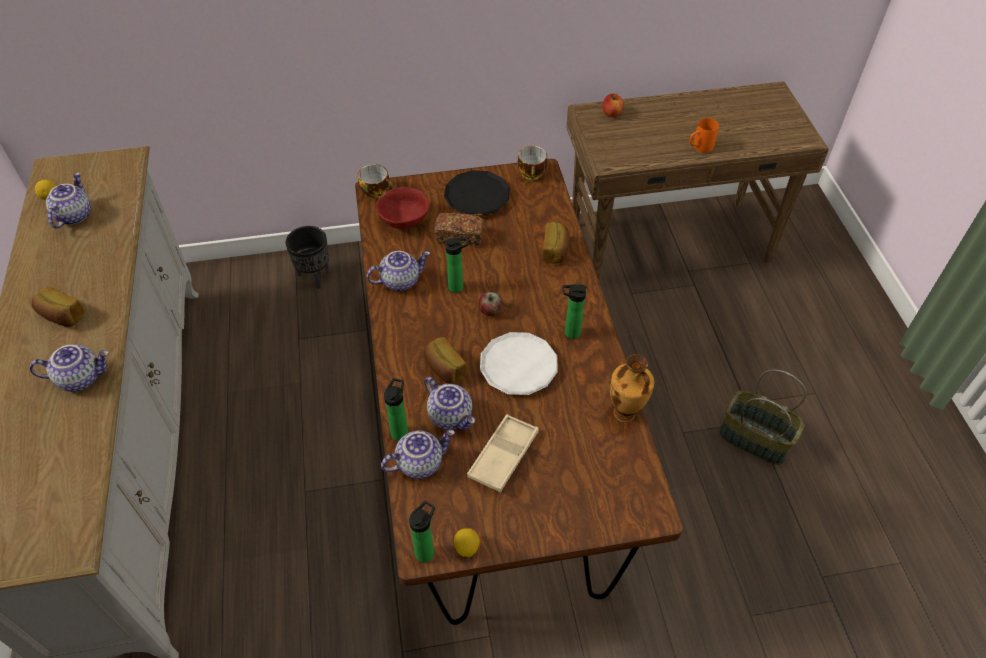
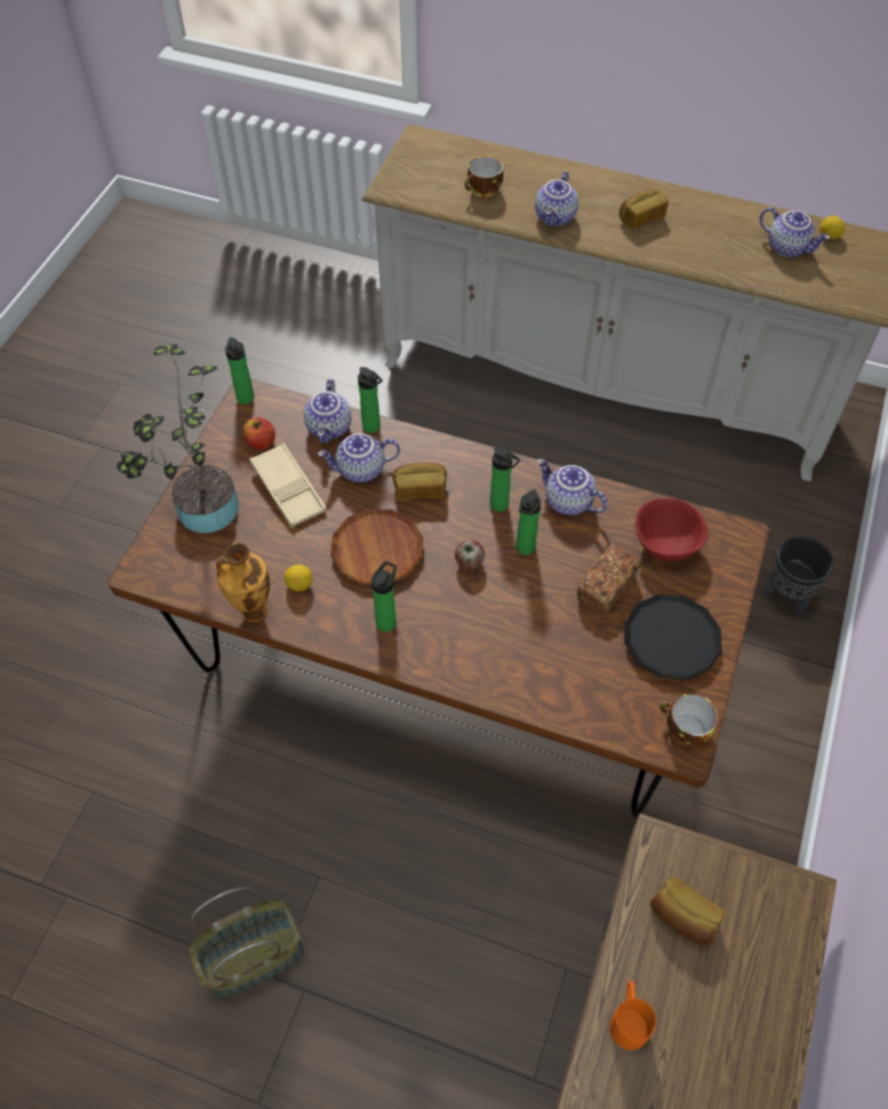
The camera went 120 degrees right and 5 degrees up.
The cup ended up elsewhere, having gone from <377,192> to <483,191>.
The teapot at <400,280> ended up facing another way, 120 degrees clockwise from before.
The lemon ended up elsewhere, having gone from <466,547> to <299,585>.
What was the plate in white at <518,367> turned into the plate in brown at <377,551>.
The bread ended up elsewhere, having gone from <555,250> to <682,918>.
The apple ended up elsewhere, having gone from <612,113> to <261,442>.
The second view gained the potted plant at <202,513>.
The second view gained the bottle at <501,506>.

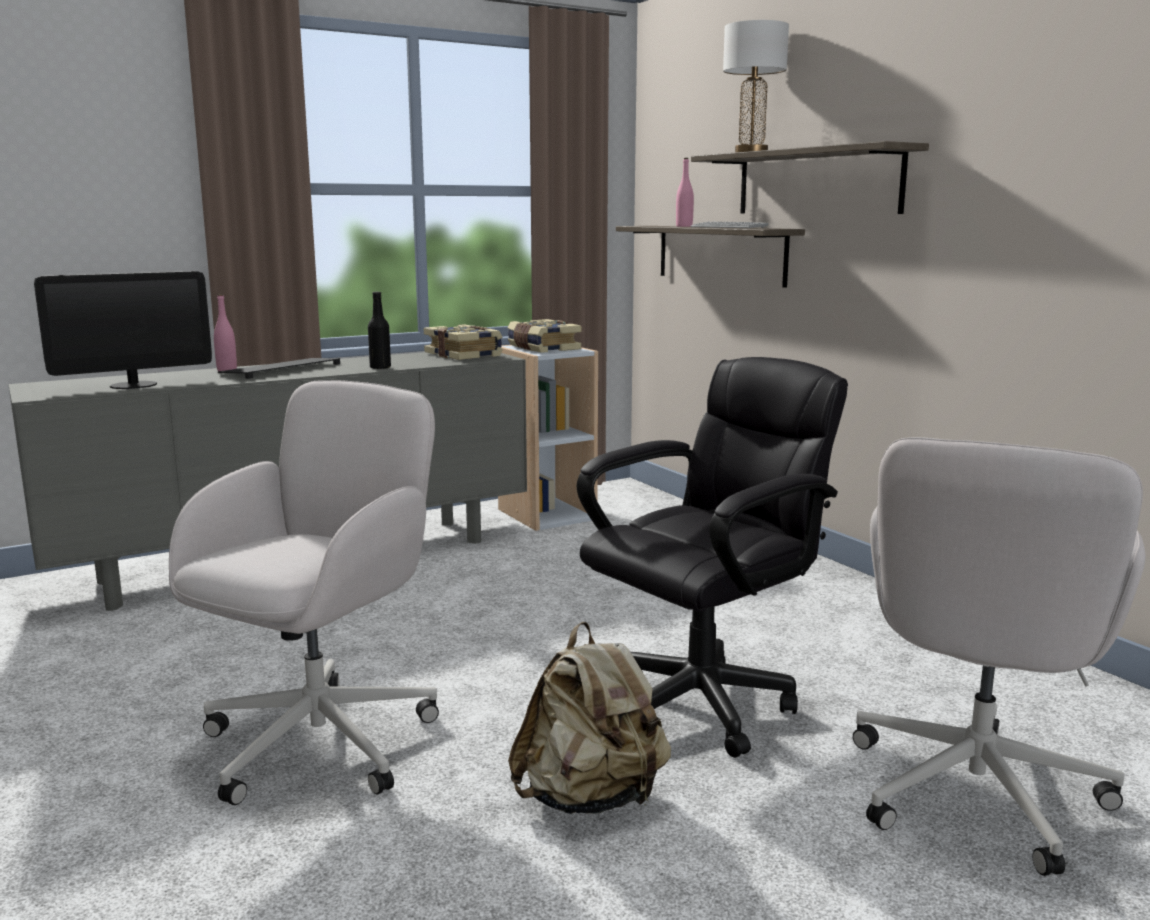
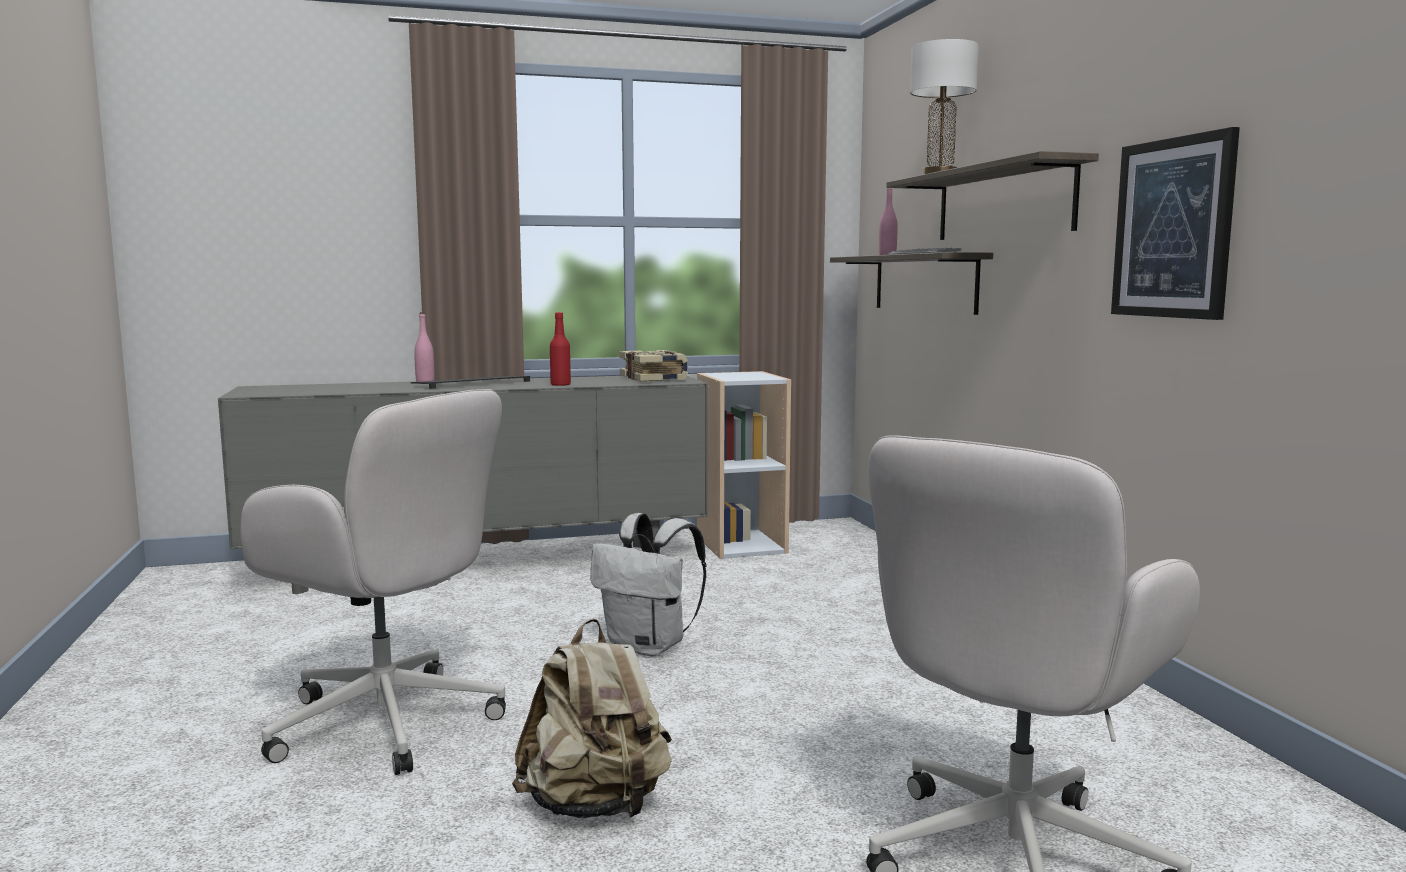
The camera went 15 degrees right and 5 degrees down.
The second view lost the monitor at <133,385>.
The office chair in white at <320,744> ended up facing another way, 75 degrees clockwise from before.
What was the bottle in black at <380,368> turned into the bottle in red at <560,385>.
The second view lost the book at <542,349>.
The second view lost the office chair in black at <707,703>.
The second view gained the backpack in white at <649,647>.
The second view gained the picture at <1173,228>.

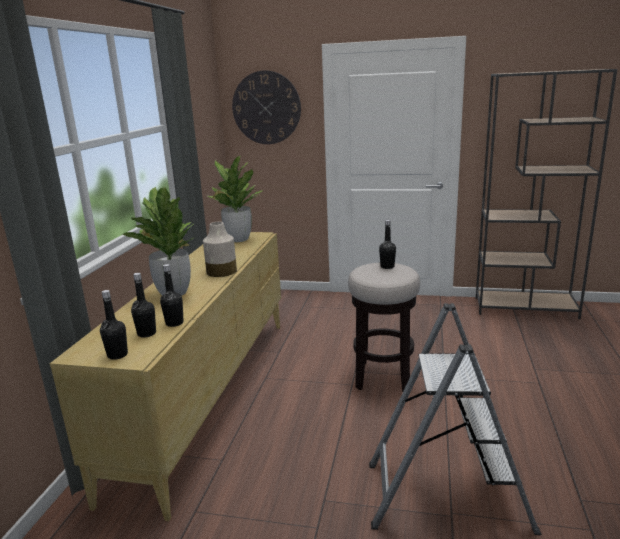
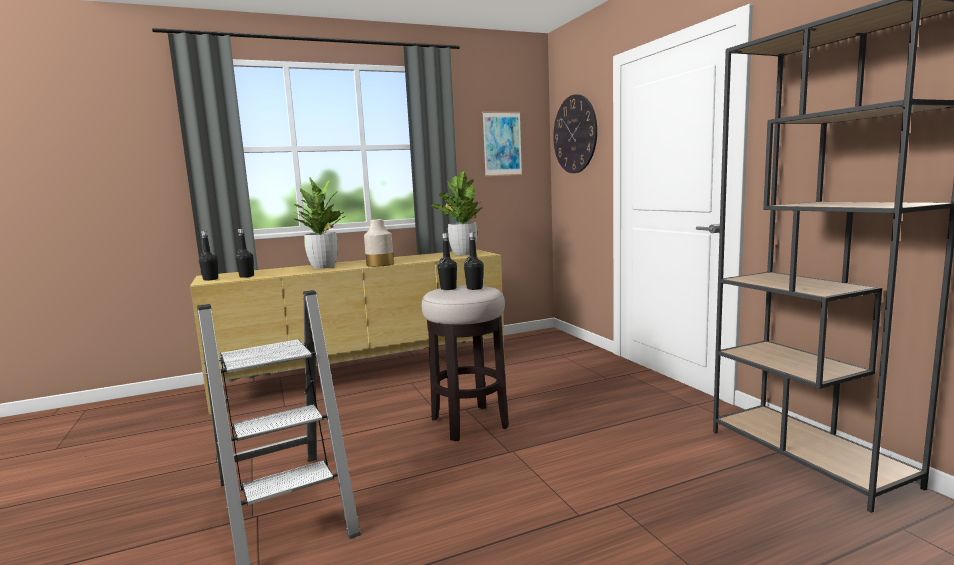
The camera went 55 degrees right and 10 degrees down.
The bottle in black ended up elsewhere, having gone from <174,323> to <448,288>.
The second view gained the picture at <502,144>.

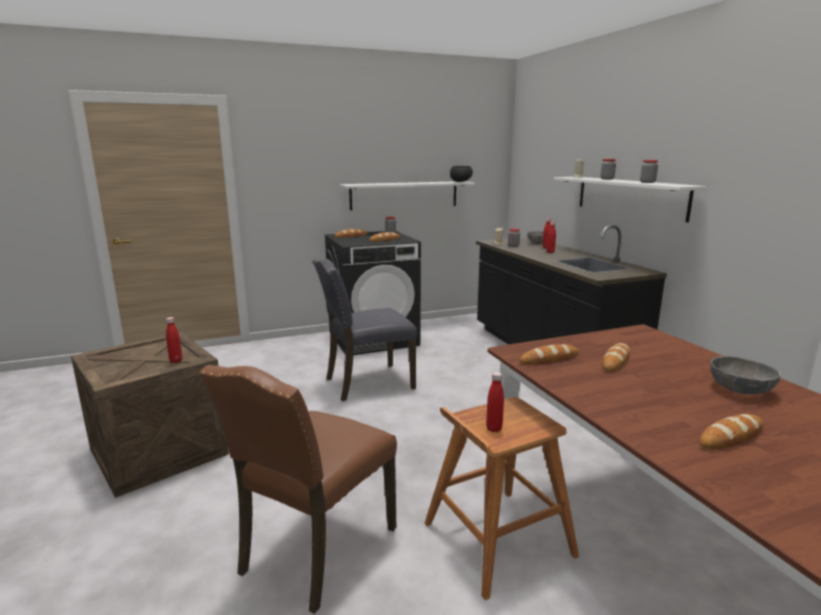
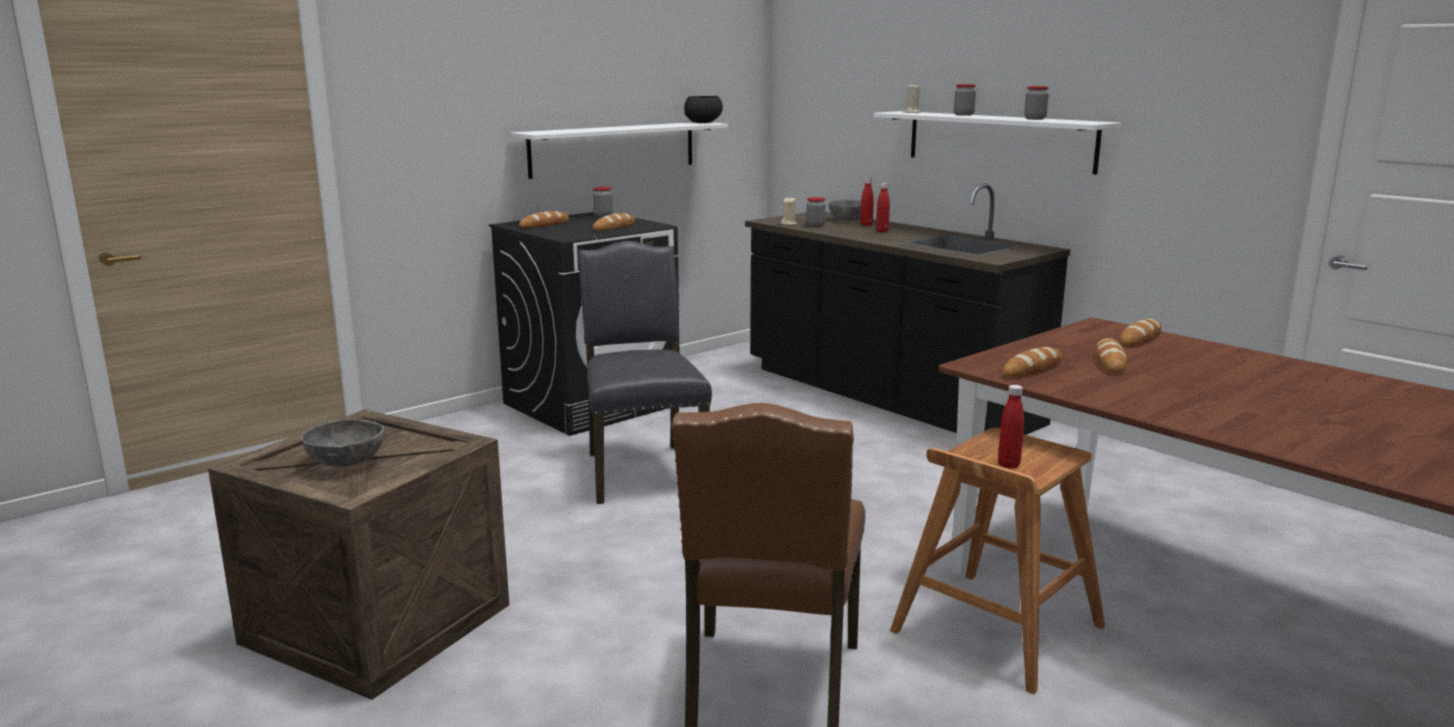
The camera went 20 degrees left and 0 degrees up.
The second view lost the bottle in red at <176,361>.
The chair in grey at <366,383> ended up facing another way, 120 degrees clockwise from before.
The bread ended up elsewhere, having gone from <731,436> to <1140,338>.
The bowl in grey ended up elsewhere, having gone from <740,389> to <346,462>.

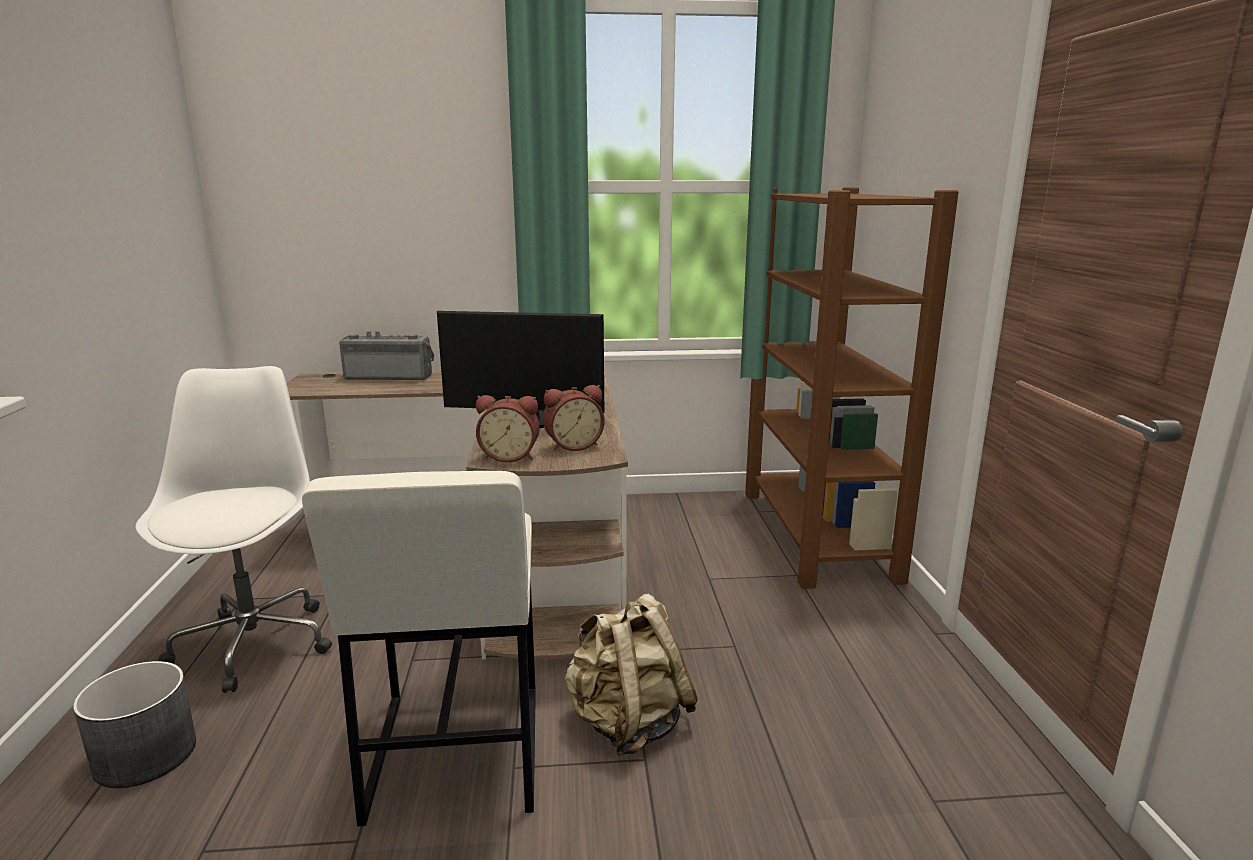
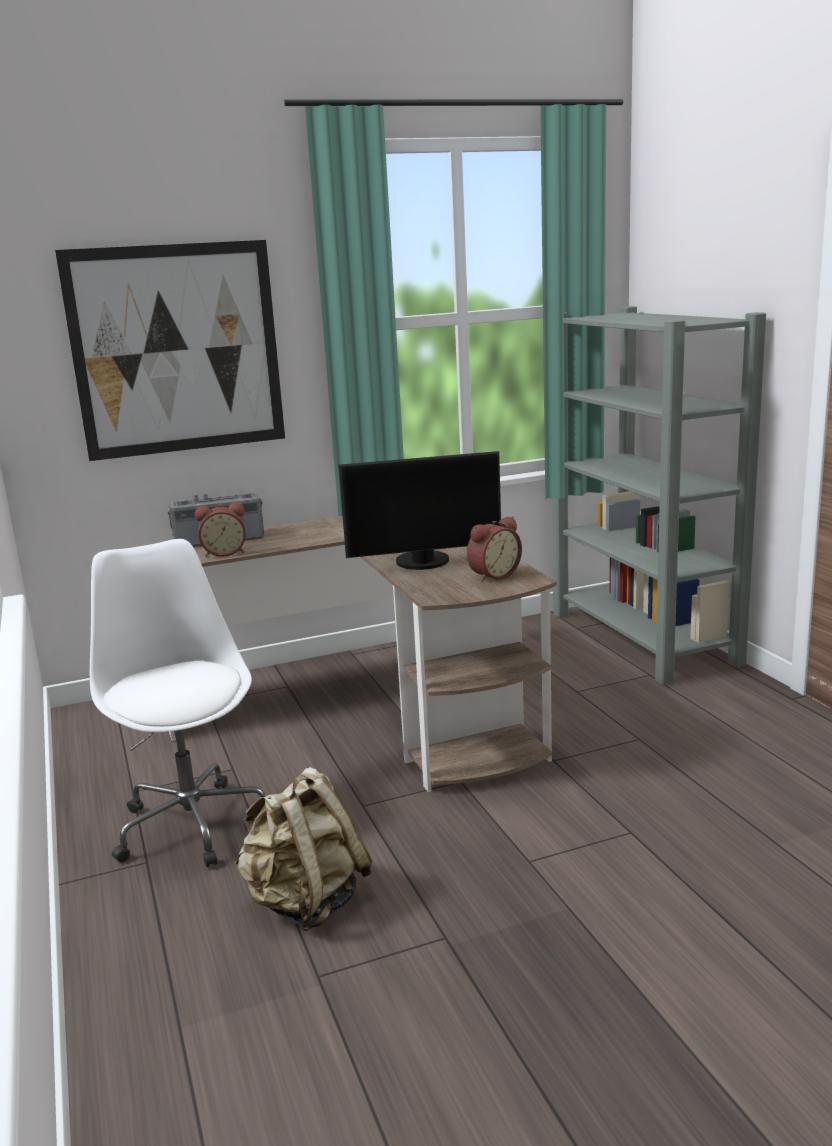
The camera went 15 degrees left and 0 degrees up.
The second view lost the planter in grey at <145,755>.
The second view lost the chair in white at <456,755>.
The alarm clock ended up elsewhere, having gone from <510,456> to <224,552>.
The backpack in beige ended up elsewhere, having gone from <627,724> to <305,902>.
What was the bookcase in brown at <817,534> turned into the bookcase in grey at <643,638>.
The second view gained the picture at <177,350>.

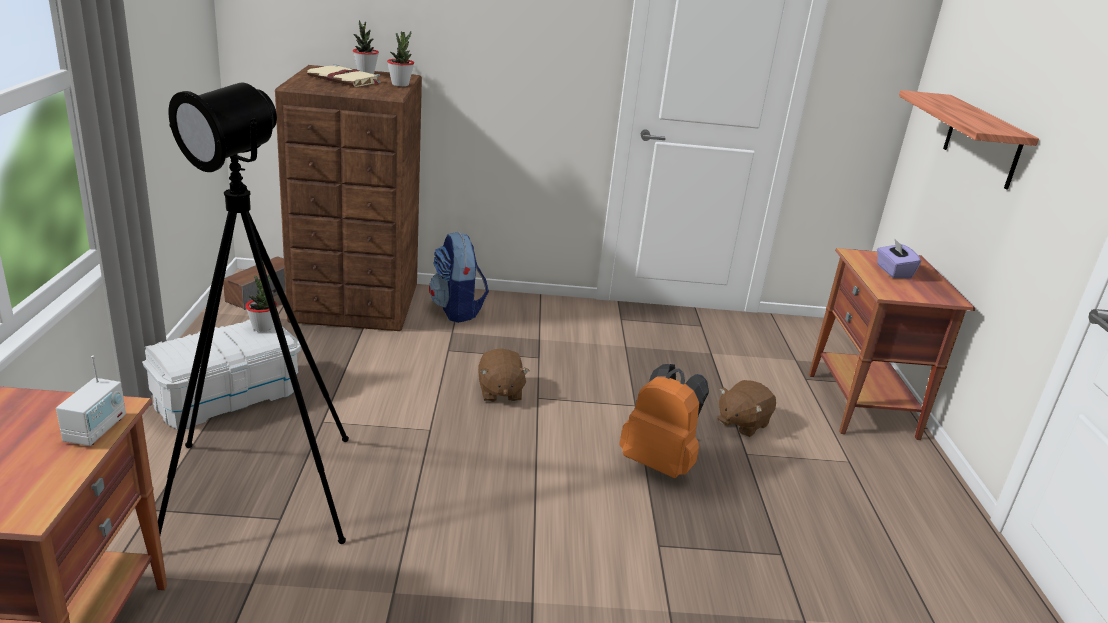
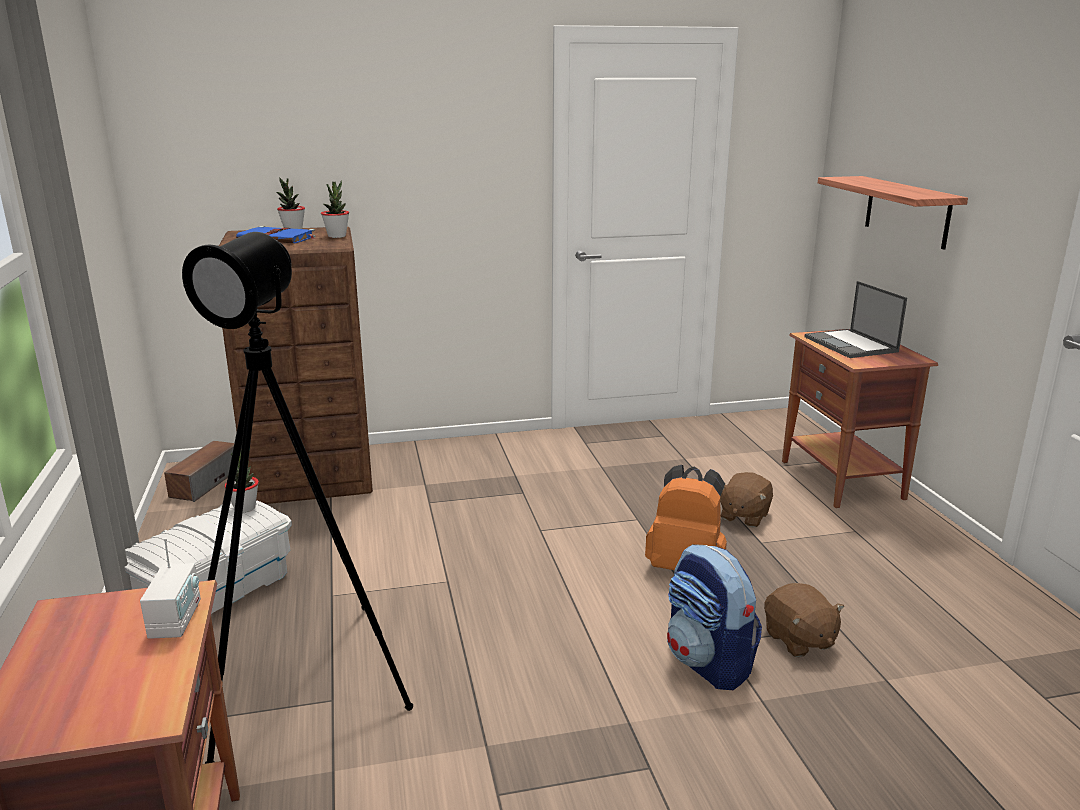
The camera went 10 degrees left and 5 degrees down.
What was the book in beige at <345,79> turned into the book in blue at <278,239>.
The backpack ended up elsewhere, having gone from <457,310> to <708,663>.
The plush toy in brown ended up elsewhere, having gone from <499,392> to <799,640>.
Where the tissue box in purple stood at <893,272>, the laptop came to stand at <851,345>.

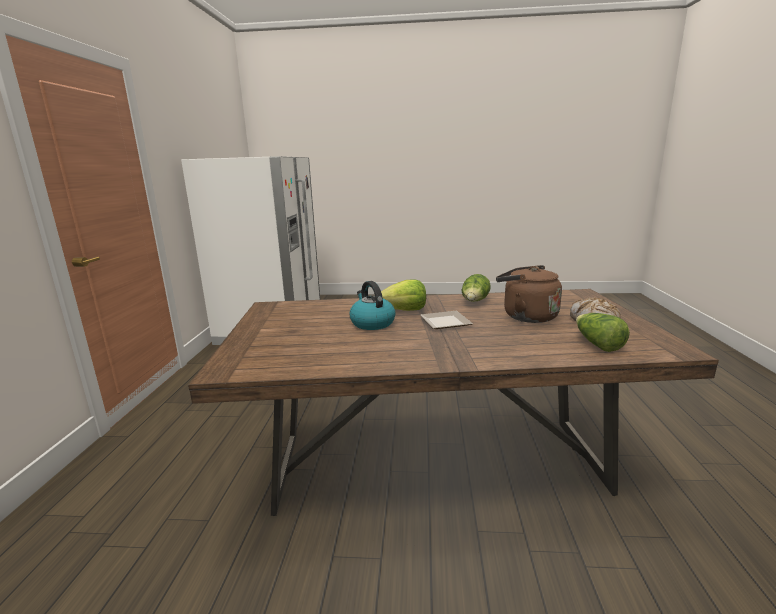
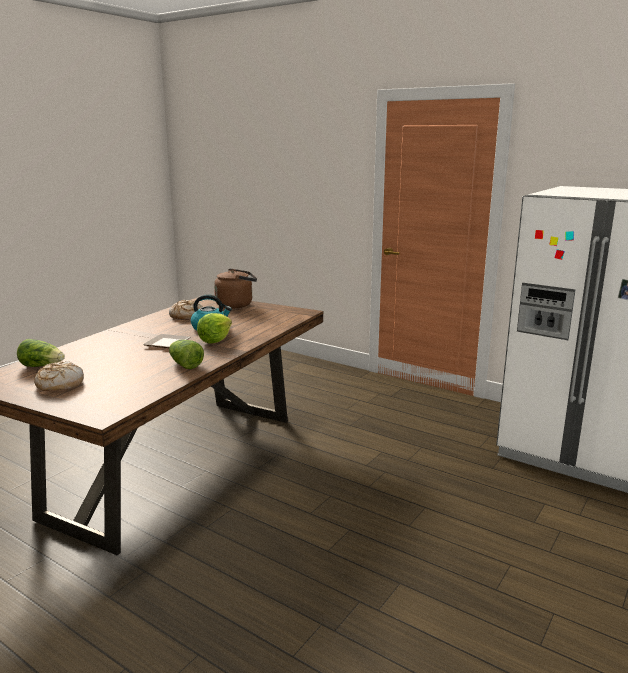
The camera went 120 degrees right and 0 degrees up.
The kettle in brown ended up elsewhere, having gone from <526,316> to <236,305>.
The second view gained the bread at <186,316>.

